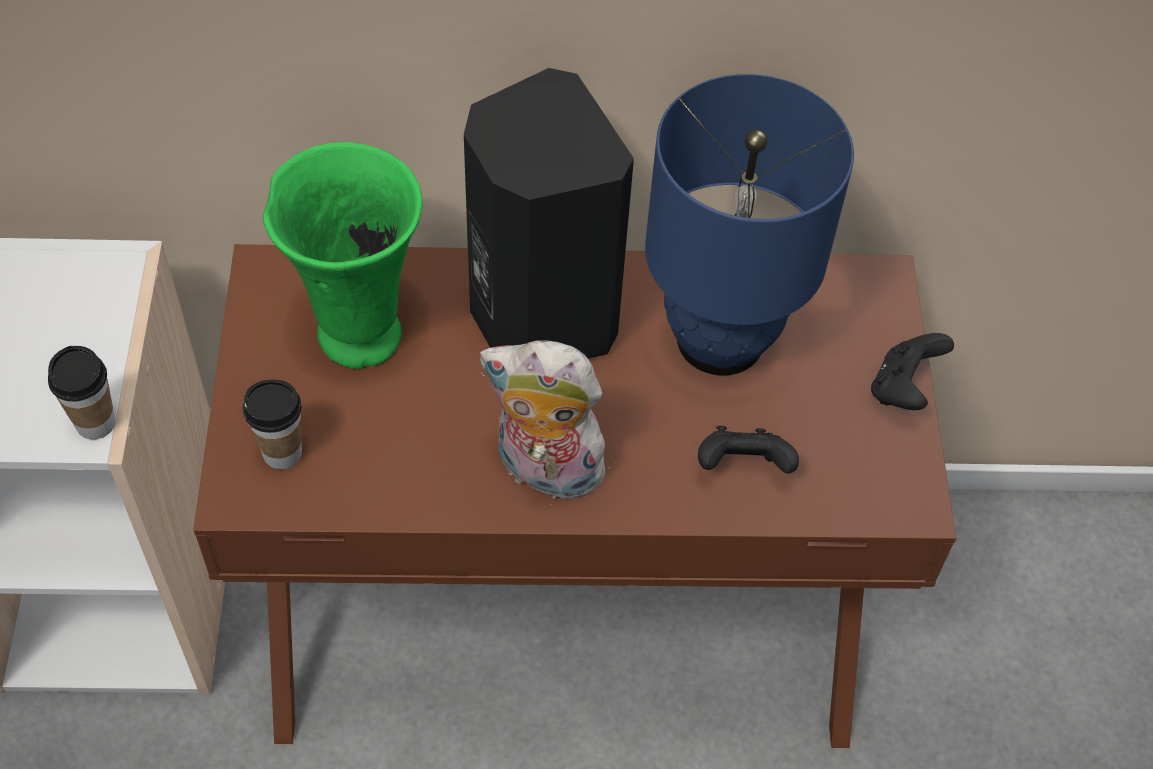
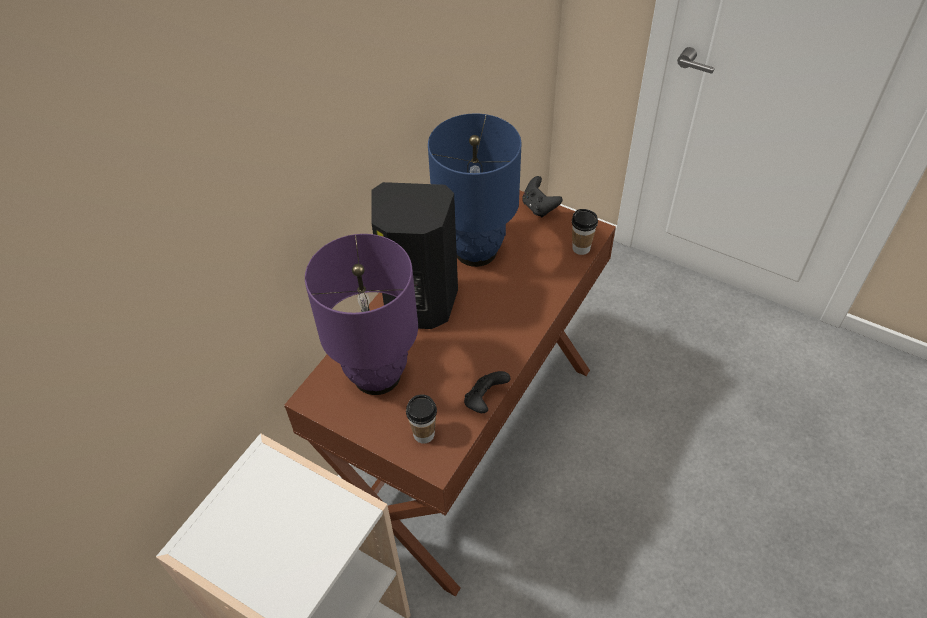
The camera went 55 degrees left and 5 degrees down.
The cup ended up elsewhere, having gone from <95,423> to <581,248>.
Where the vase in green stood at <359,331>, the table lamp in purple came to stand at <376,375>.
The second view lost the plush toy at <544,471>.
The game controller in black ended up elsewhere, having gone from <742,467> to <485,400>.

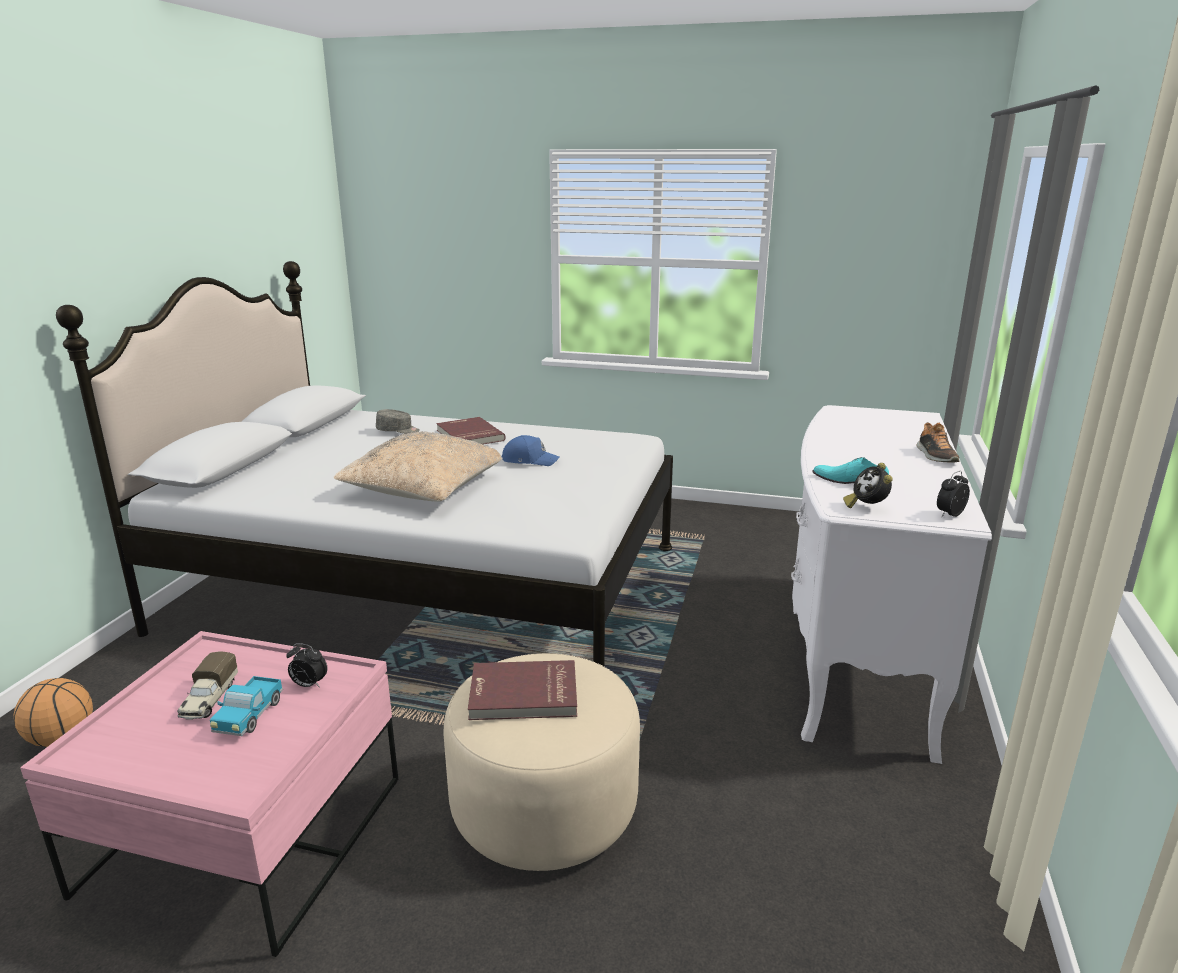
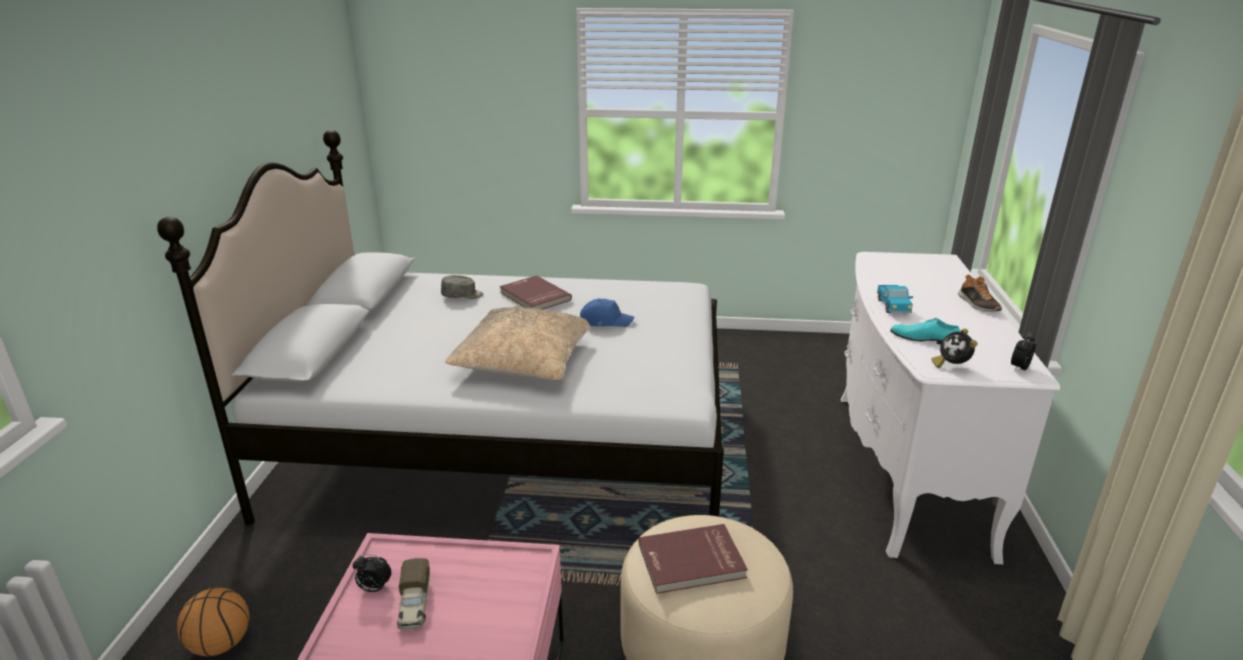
The camera went 10 degrees left and 5 degrees up.
The toy truck ended up elsewhere, having gone from <249,717> to <893,307>.
The alarm clock ended up elsewhere, having gone from <308,685> to <374,588>.

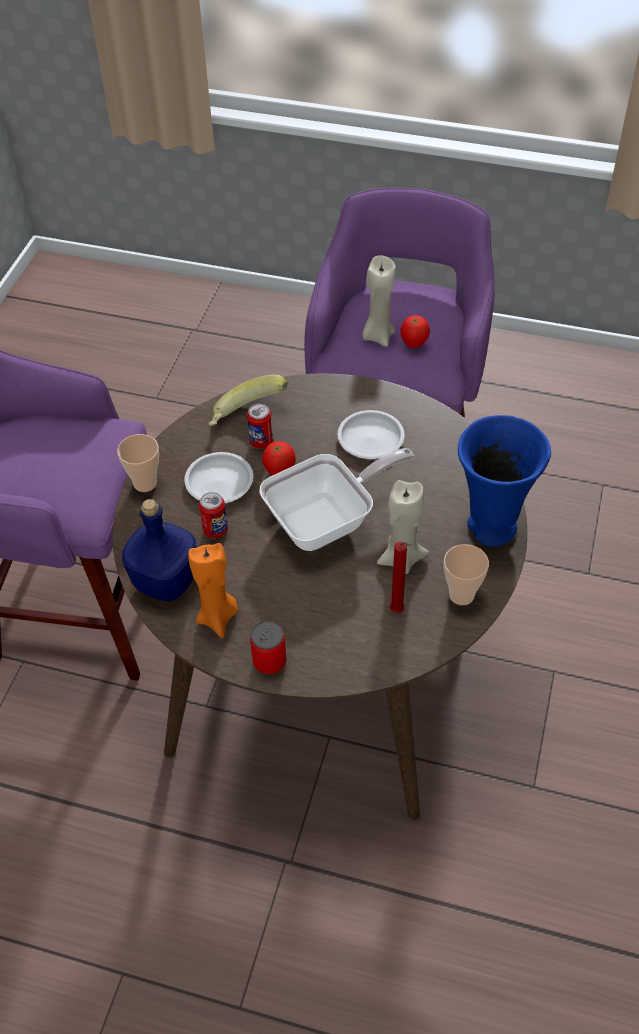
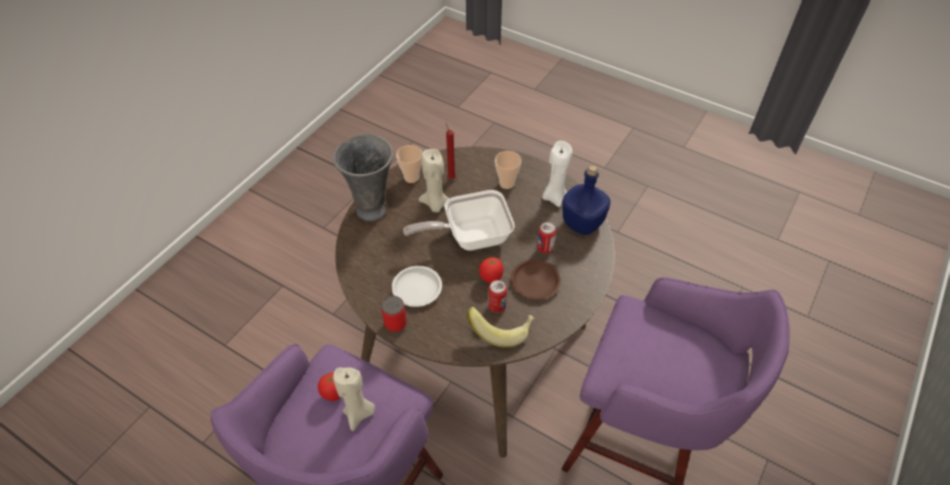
The camera went 165 degrees left and 0 degrees up.
The cup ended up elsewhere, having gone from <145,483> to <506,183>.
What was the plate in white at <219,481> turned into the plate in brown at <535,282>.
What was the candle in orange at <218,617> turned into the candle in white at <554,197>.
The can ended up elsewhere, having gone from <269,662> to <395,323>.
What was the vase in blue at <491,529> turned into the vase in grey at <372,208>.

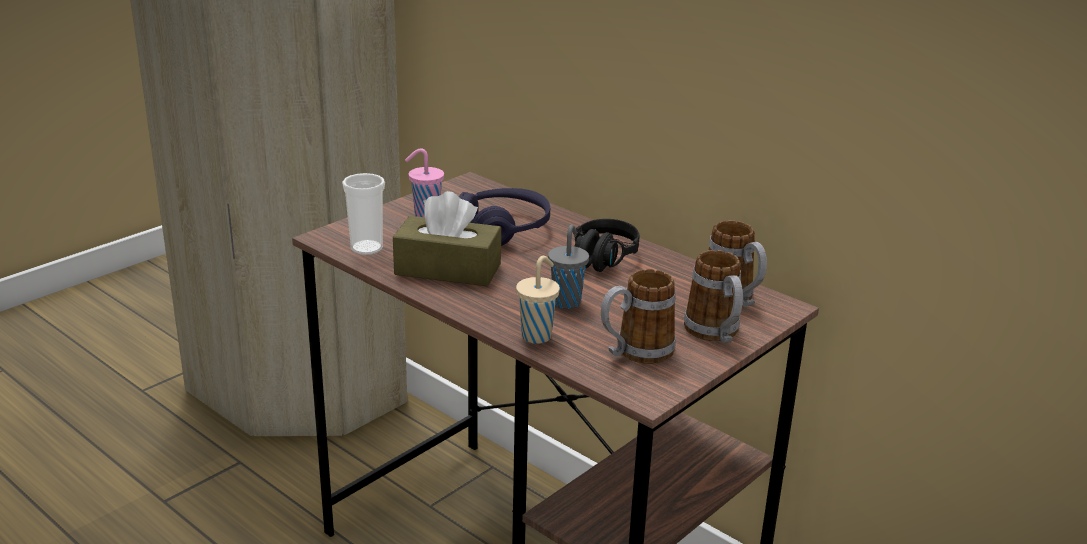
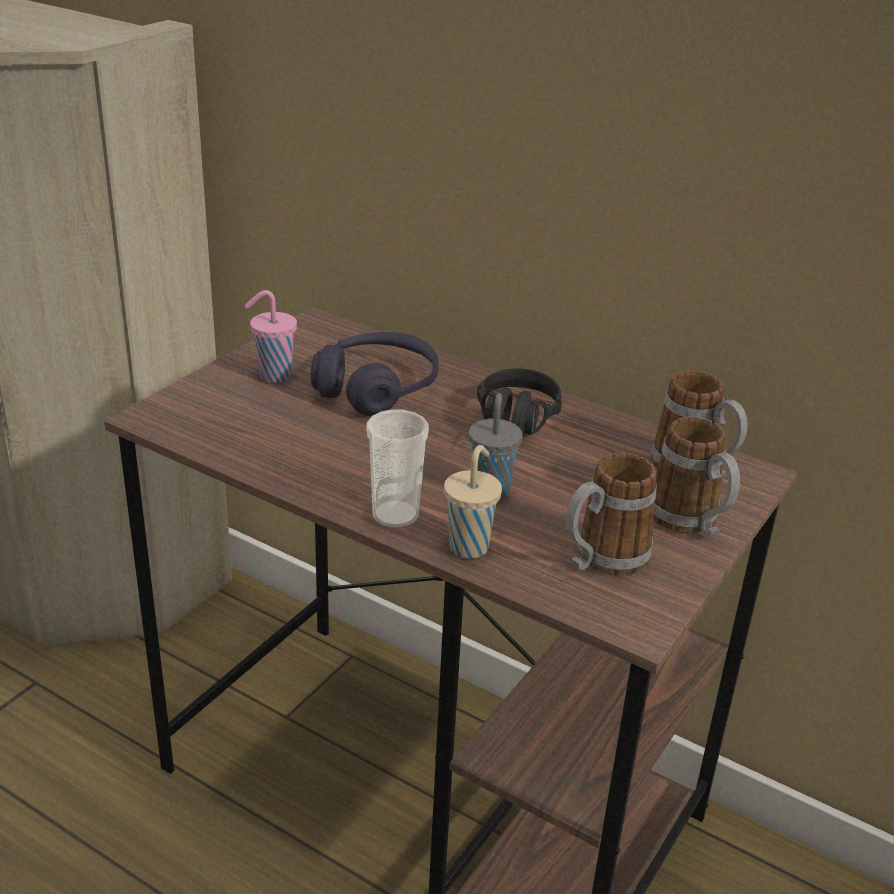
The camera went 10 degrees left and 5 degrees up.
The cup ended up elsewhere, having gone from <366,248> to <395,515>.
The second view lost the tissue box in brown at <448,269>.

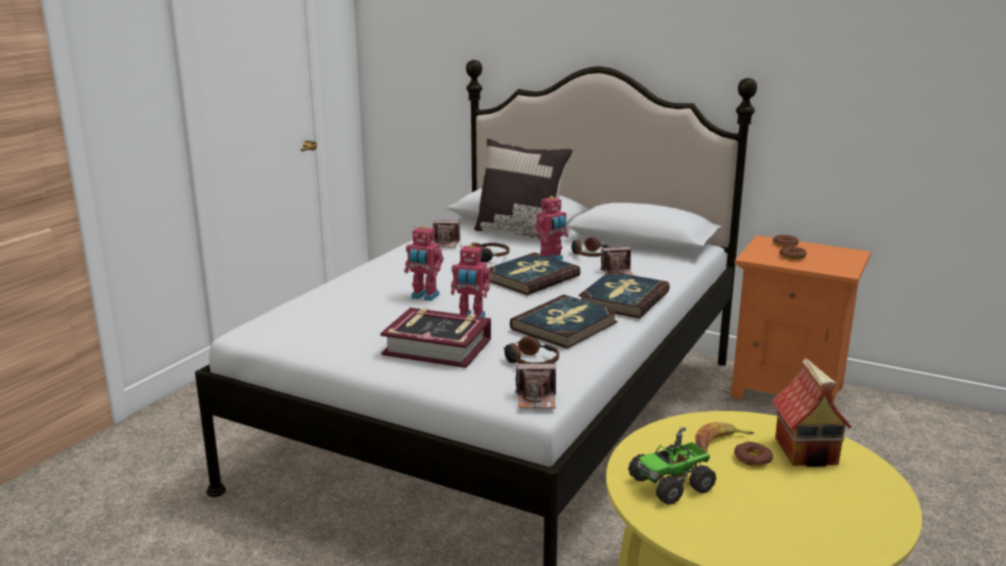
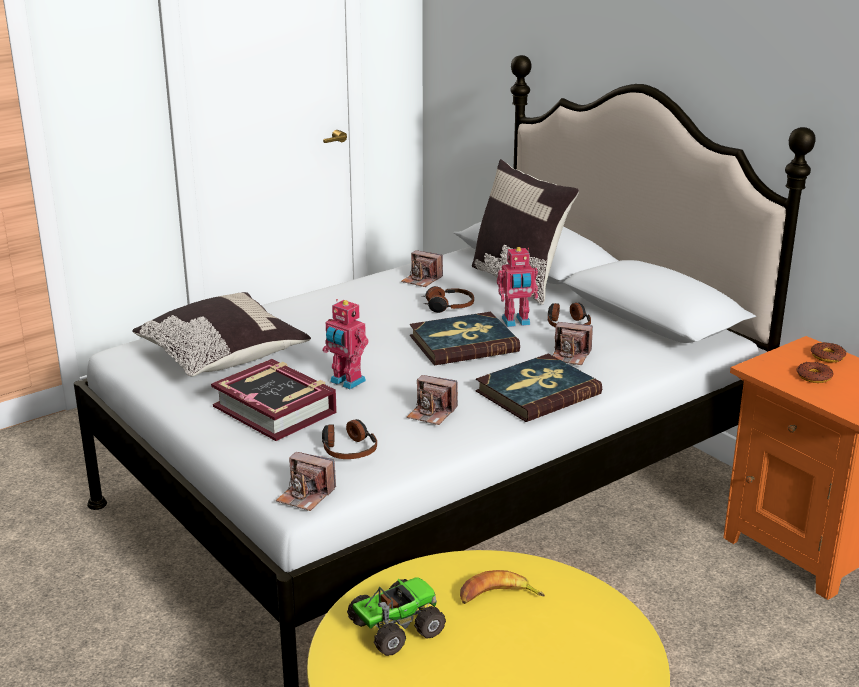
The camera went 25 degrees right and 5 degrees up.
The second view lost the toy robot at <424,296>.
Where the book stood at <565,325>, the photo camera came to stand at <432,413>.
The toy truck at <672,484> ended up facing another way, 150 degrees clockwise from before.
The second view lost the donut at <752,459>.
The second view lost the toy house at <807,451>.
The second view gained the pillow at <222,355>.

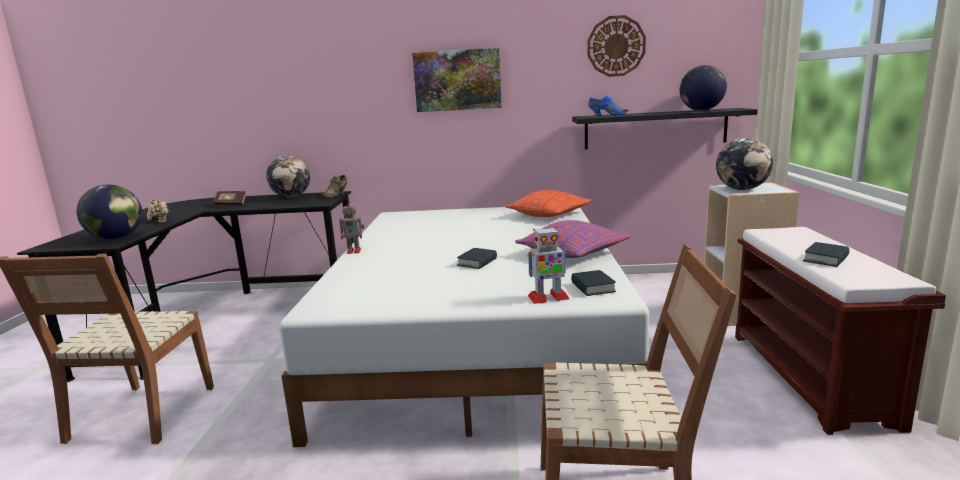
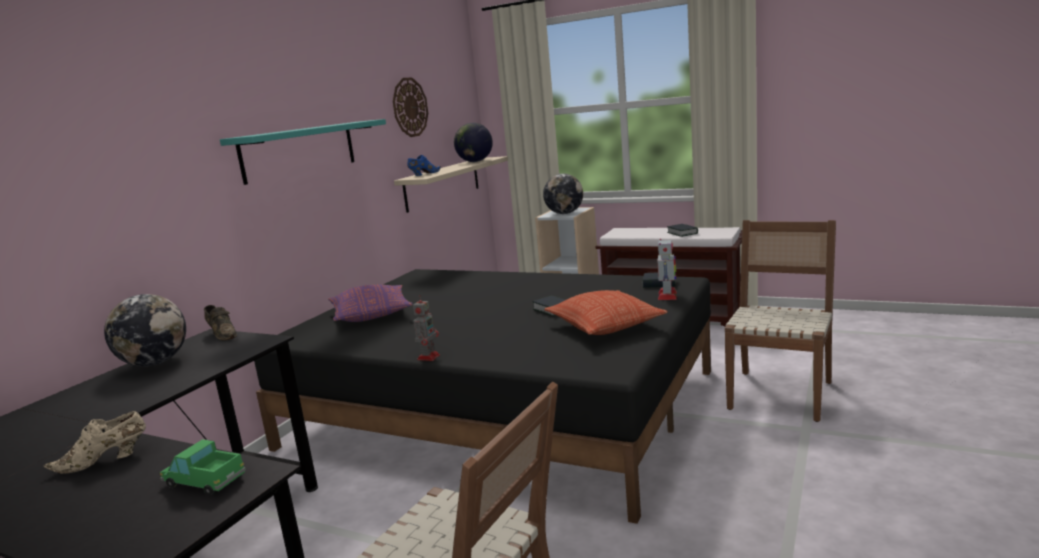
The camera went 65 degrees left and 0 degrees up.
Where the globe stood at <116,238>, the toy truck came to stand at <204,481>.
The second view lost the book at <231,204>.
What was the bed in white at <478,338> turned into the bed in black at <502,408>.
Where the picture hung at <457,80>, the shelf in turquoise came to hang at <300,151>.
The pillow in orange ended up elsewhere, having gone from <549,215> to <605,326>.
The pillow in purple ended up elsewhere, having gone from <572,253> to <371,315>.
What was the shelf in black at <655,129> turned into the shelf in beige at <443,183>.

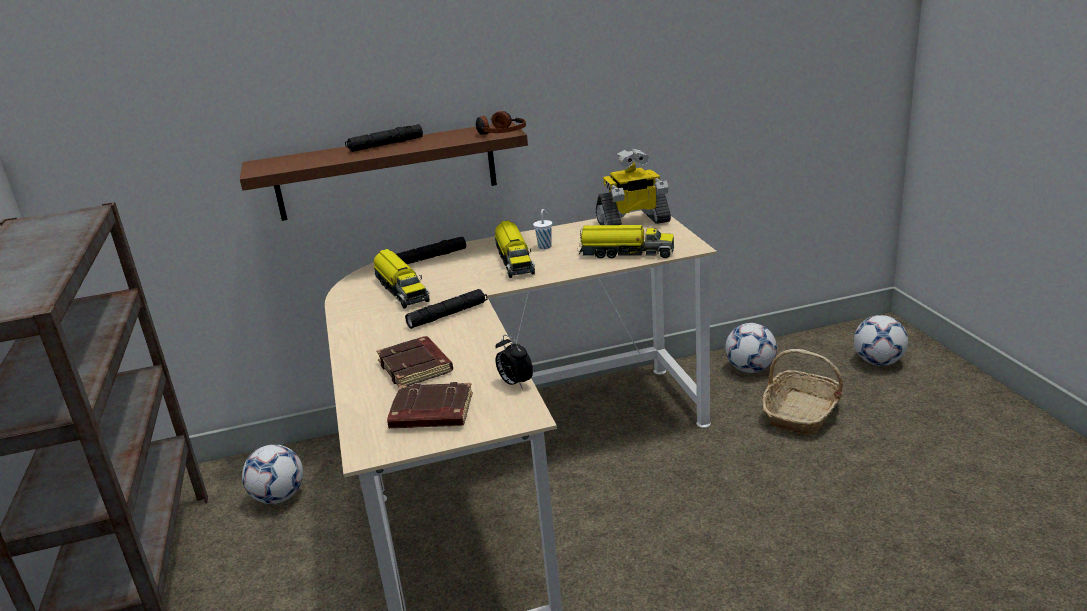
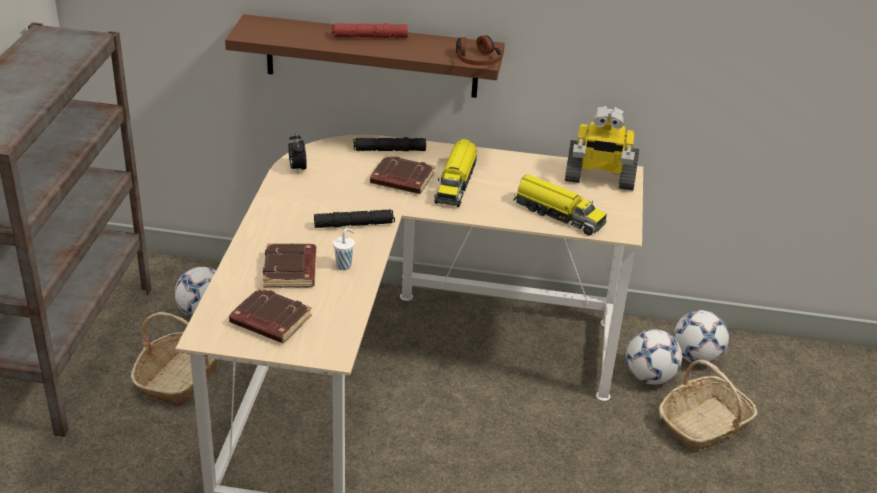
The camera went 20 degrees right and 10 degrees up.
What was the flashlight in black at <385,145> turned into the flashlight in red at <369,37>.
The second view lost the toy truck at <401,290>.
The alarm clock ended up elsewhere, having gone from <515,383> to <297,168>.
The cup in white ended up elsewhere, having gone from <545,246> to <344,265>.
The football ended up elsewhere, having gone from <878,362> to <649,377>.
The second view gained the basket at <179,378>.
The second view gained the book in brown at <401,180>.

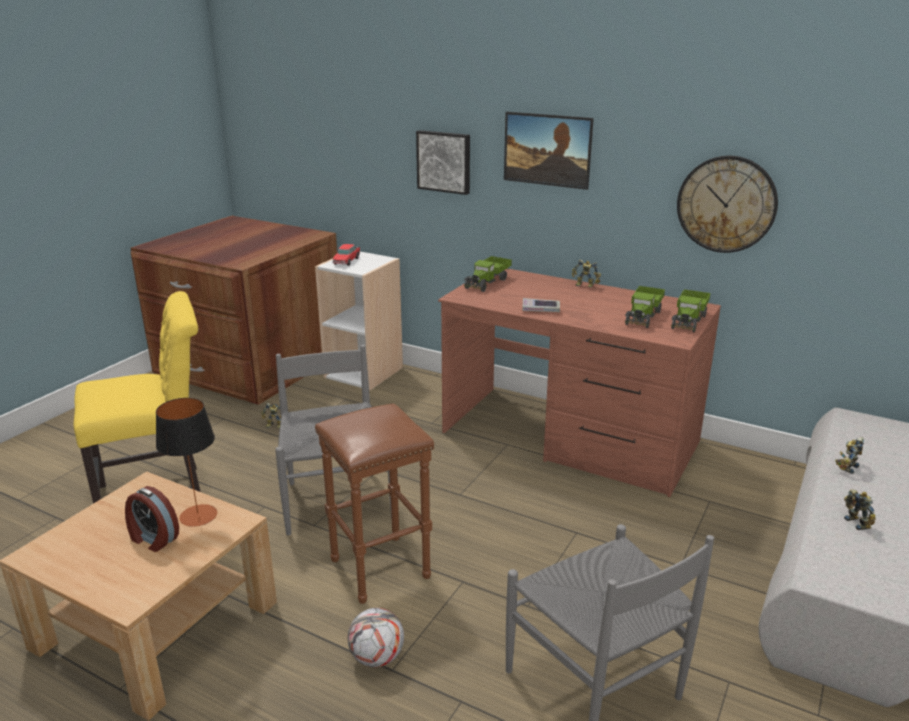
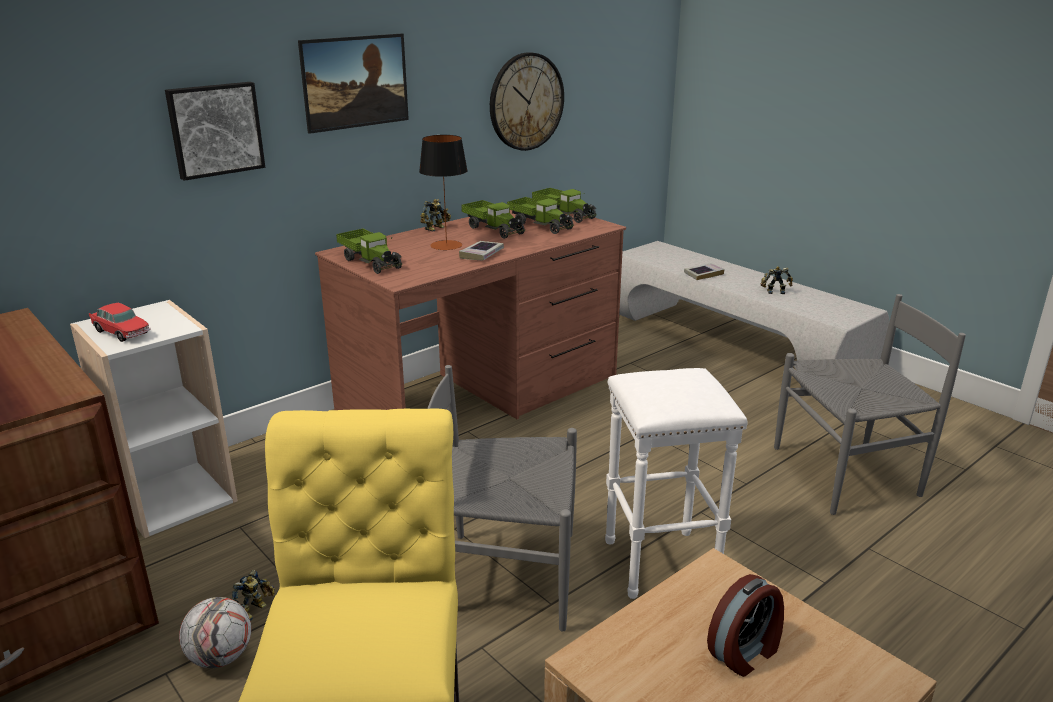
The camera went 70 degrees left and 0 degrees up.
The table lamp ended up elsewhere, having gone from <198,515> to <446,245>.
What was the stool in brown at <379,569> turned into the stool in white at <663,564>.
The football ended up elsewhere, having gone from <377,658> to <221,657>.
Where the toy robot stood at <847,467>, the book came to stand at <703,274>.
The second view gained the toy truck at <493,229>.

